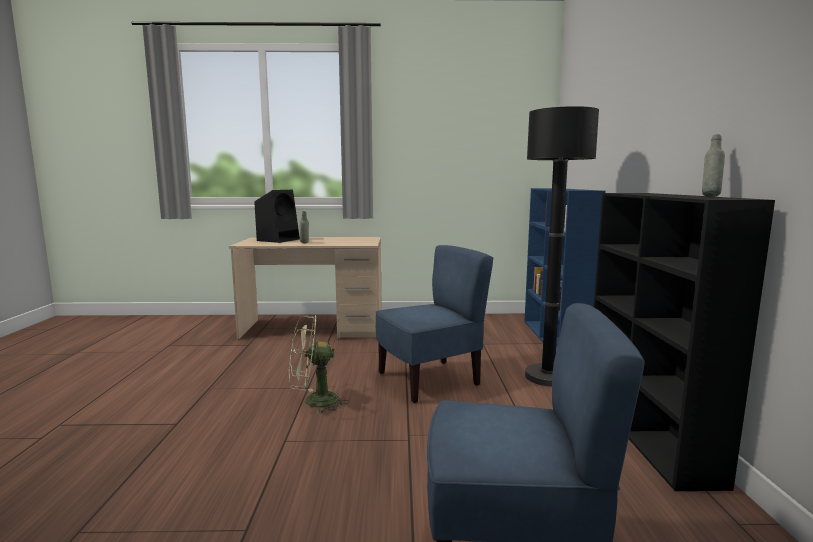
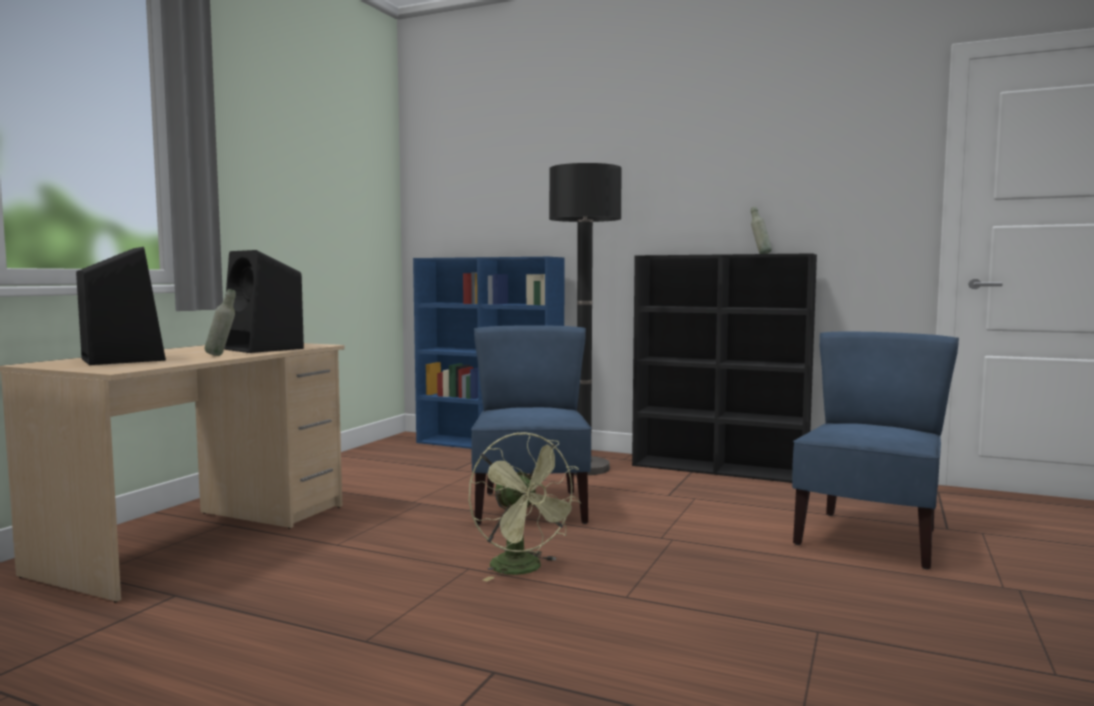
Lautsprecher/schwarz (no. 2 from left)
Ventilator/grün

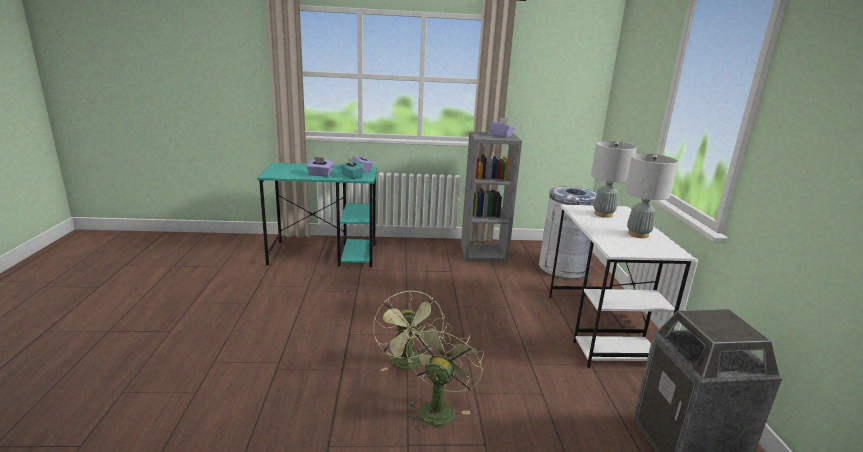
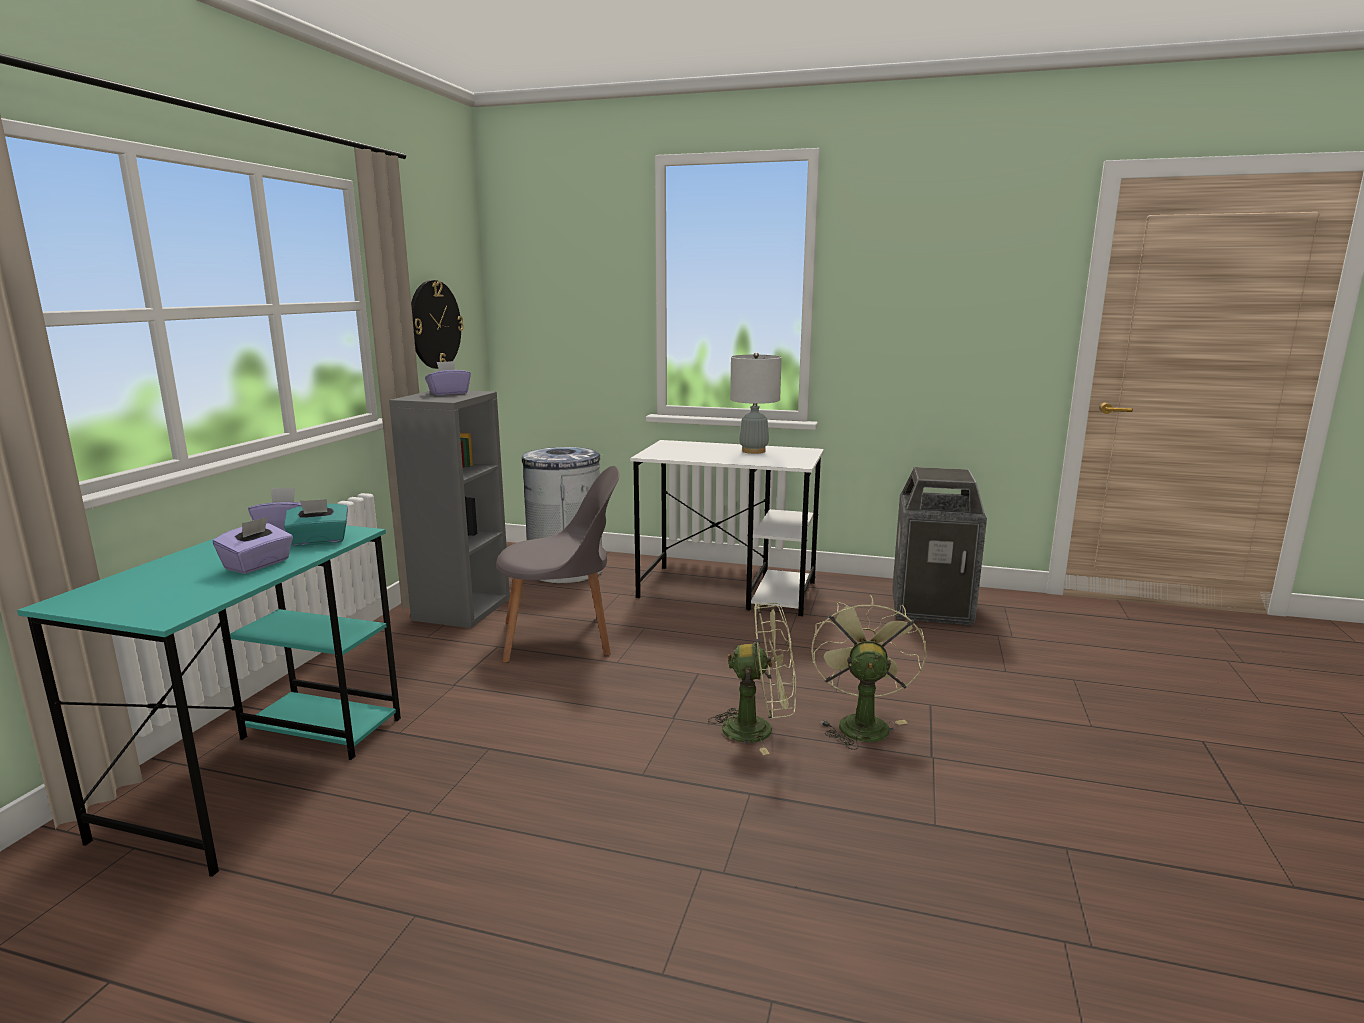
Wanduhr
Stuhl/grau
Ventilator/grün (no. 2 from left)
Tischlampe/grau (no. 1 from left in the first image)

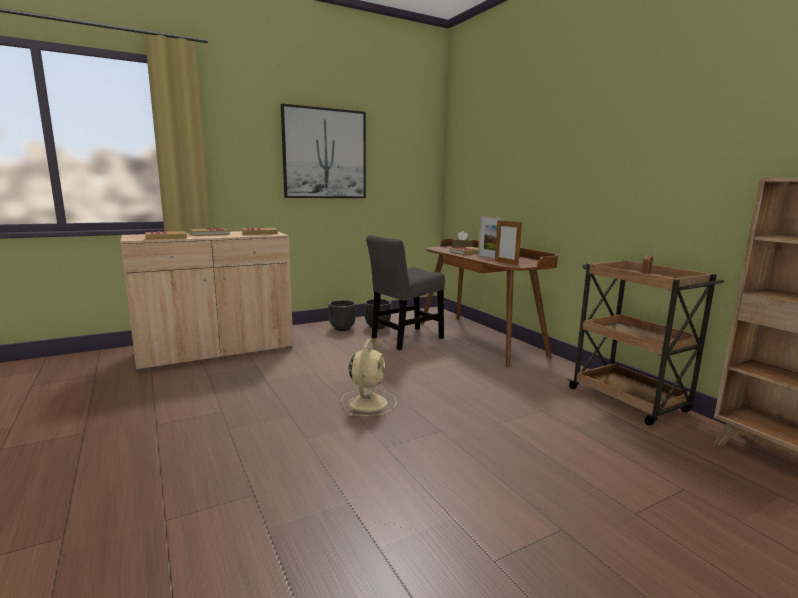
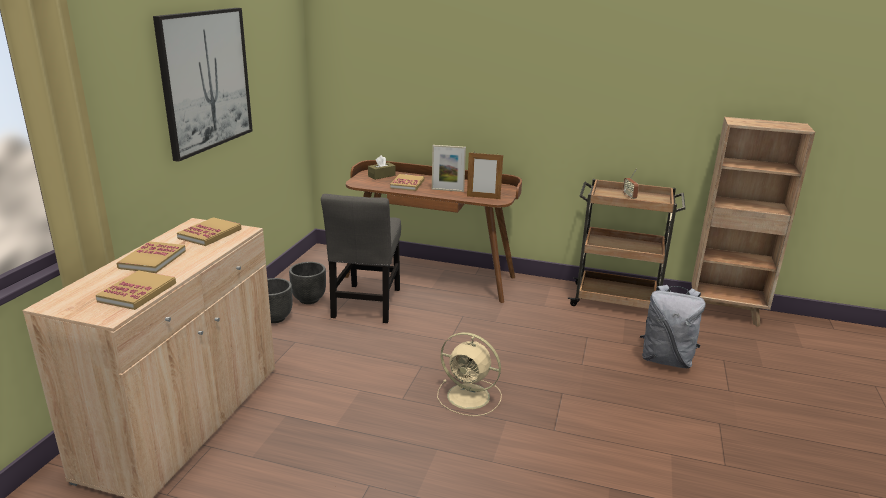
Ventilator/beige
Rucksack/grau

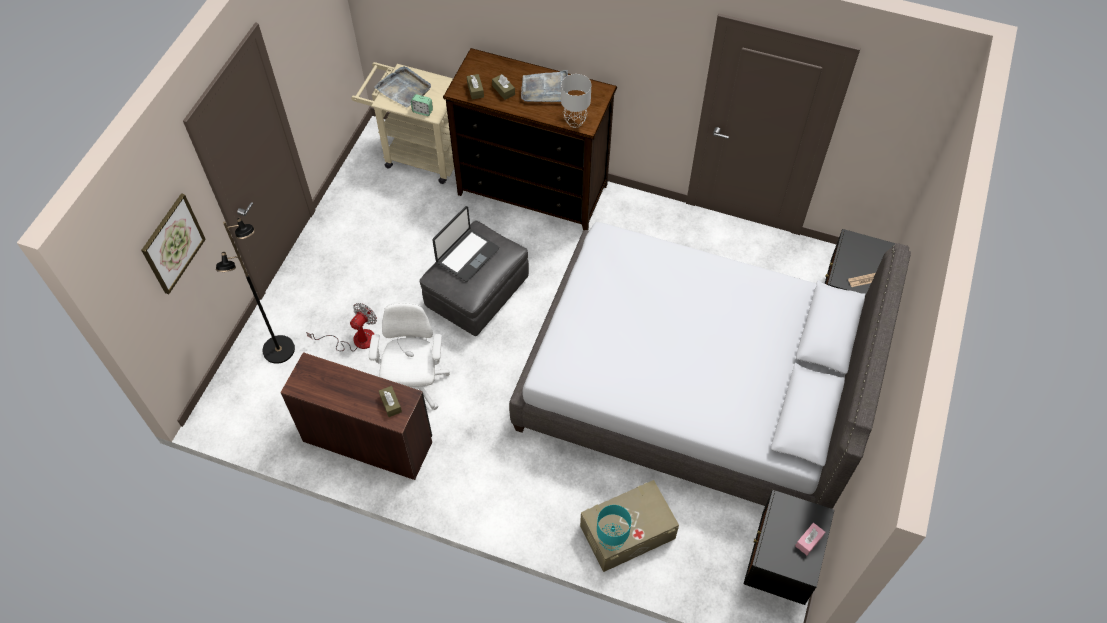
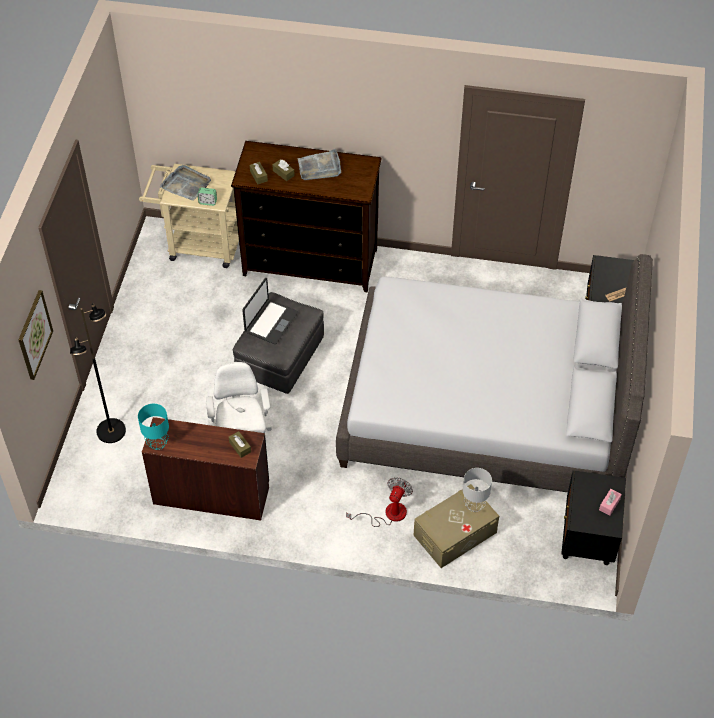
Tischlampe/türkis
Ventilator
Tischlampe/grau

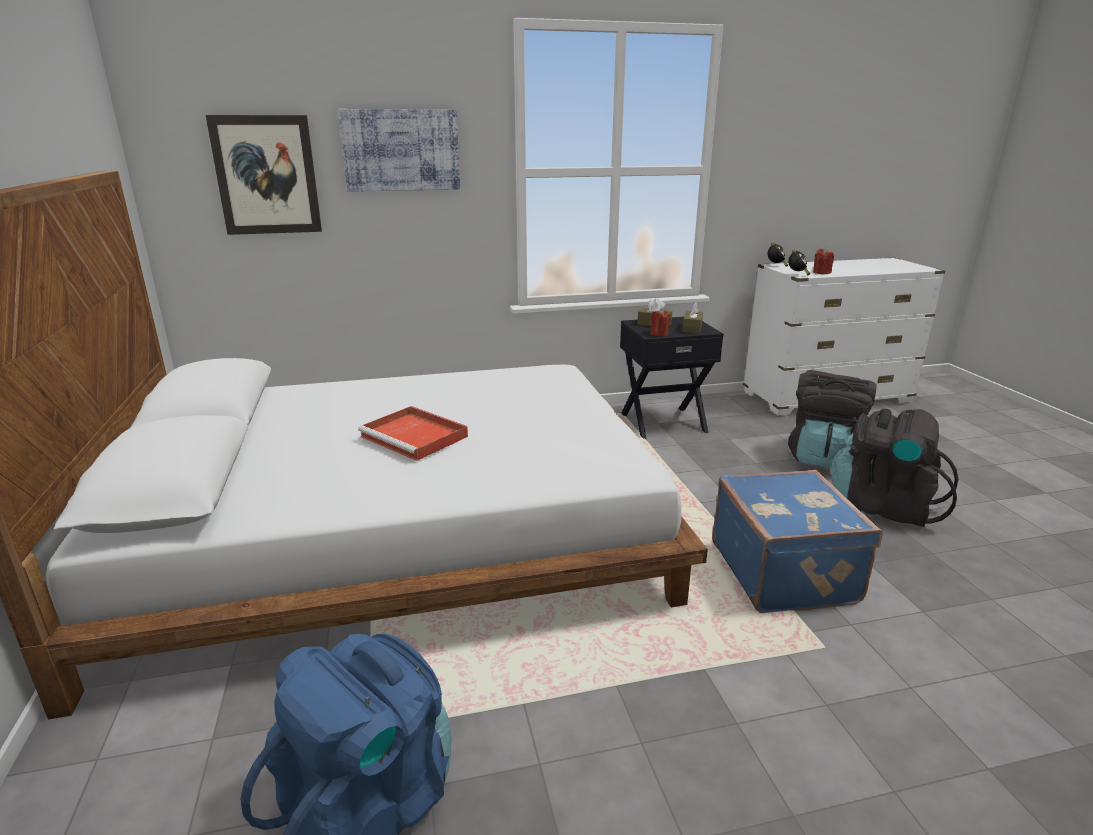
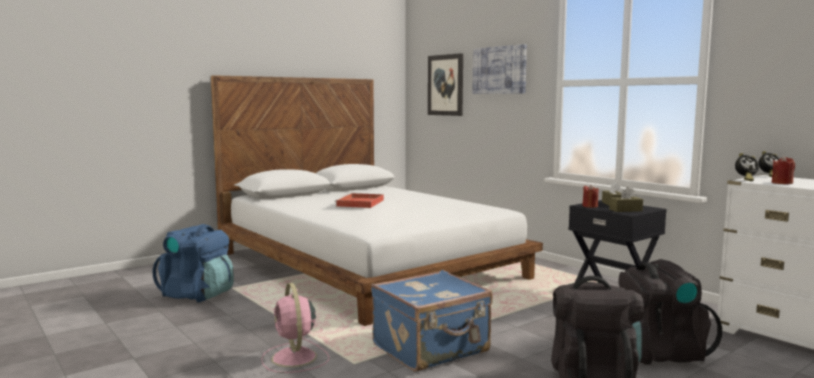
Ventilator/rosa

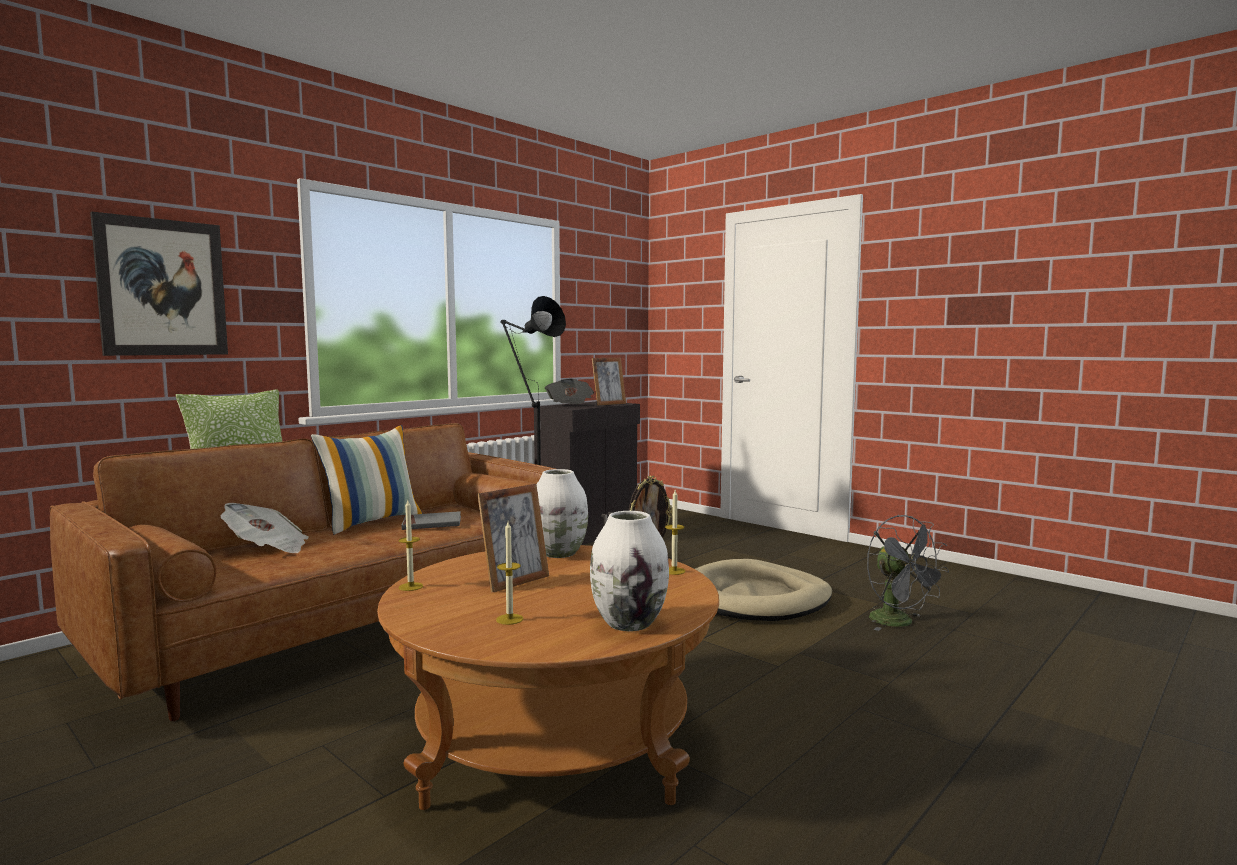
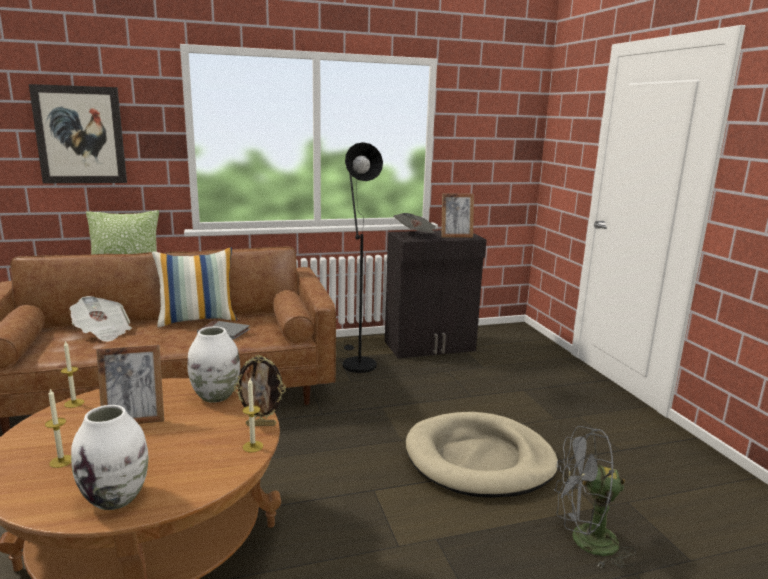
Ventilator/grau

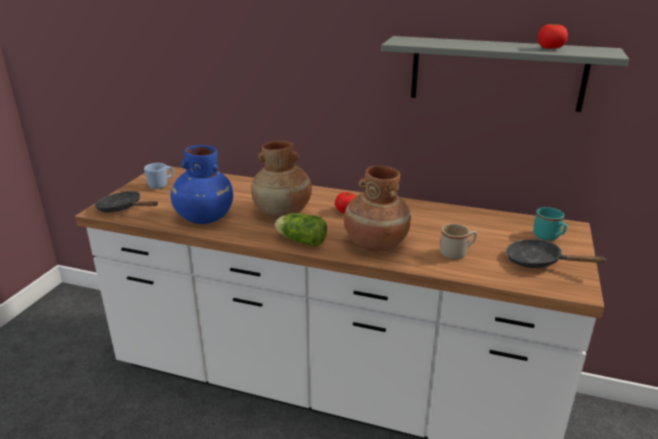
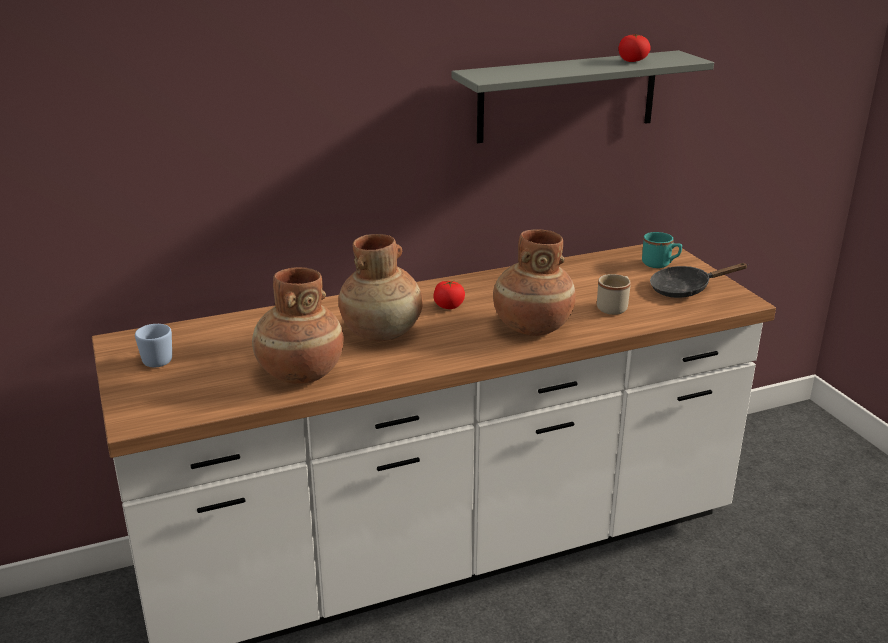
Vase/braun (no. 1 from left)
Pfanne/schwarz (no. 1 from left in the first image)
Salatkopf

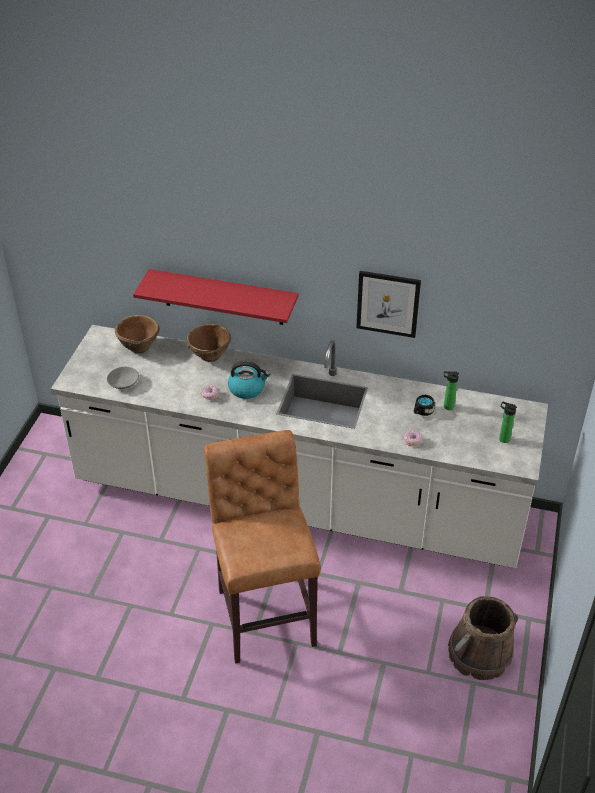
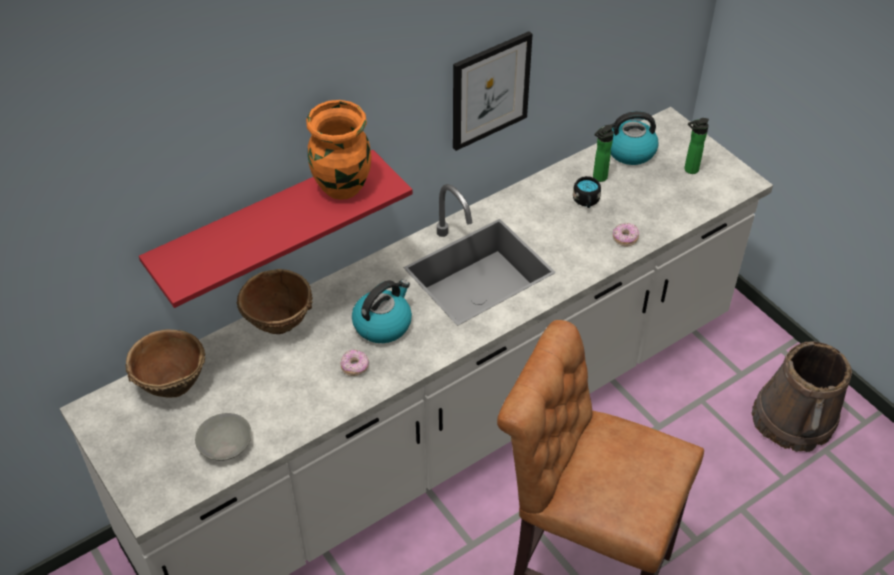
Vase/orange
Wasserkessel (no. 2 from left)

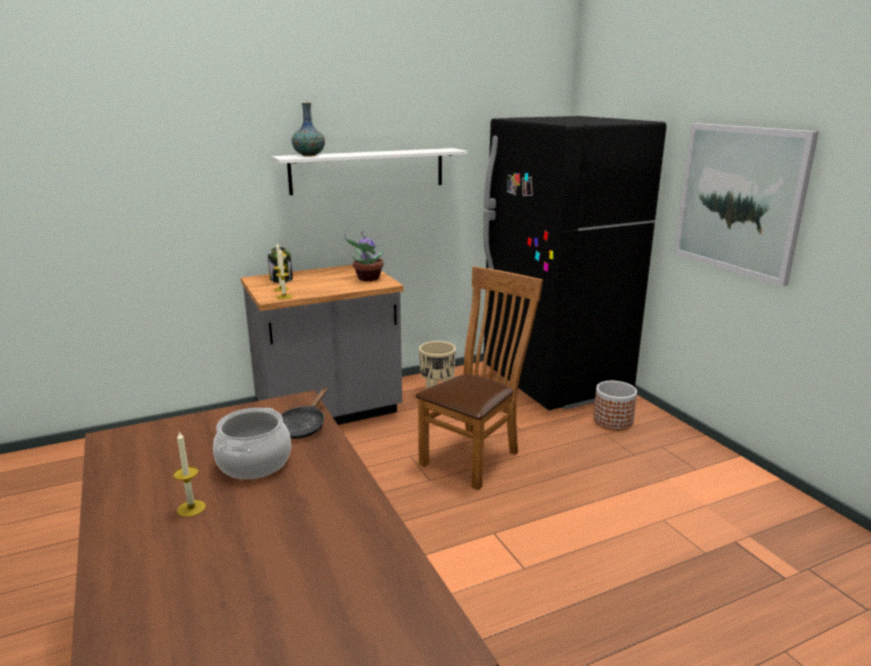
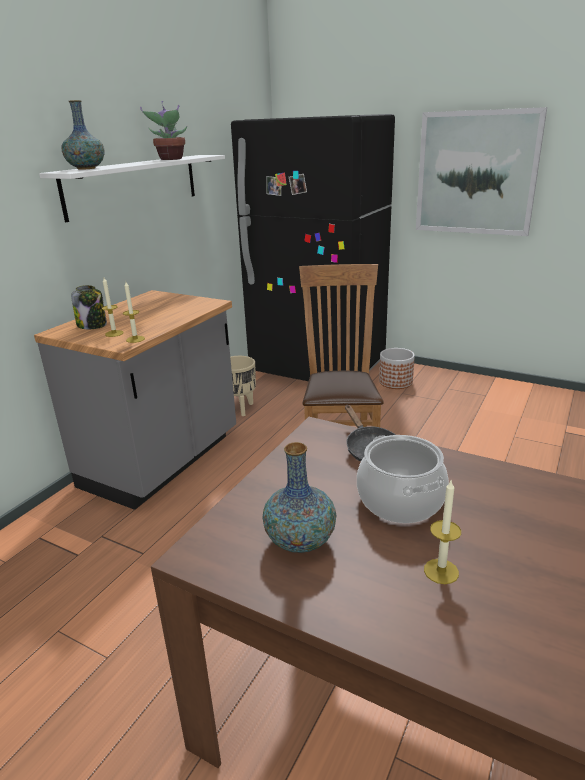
Topfpflanze
Vase (no. 2 from left)

